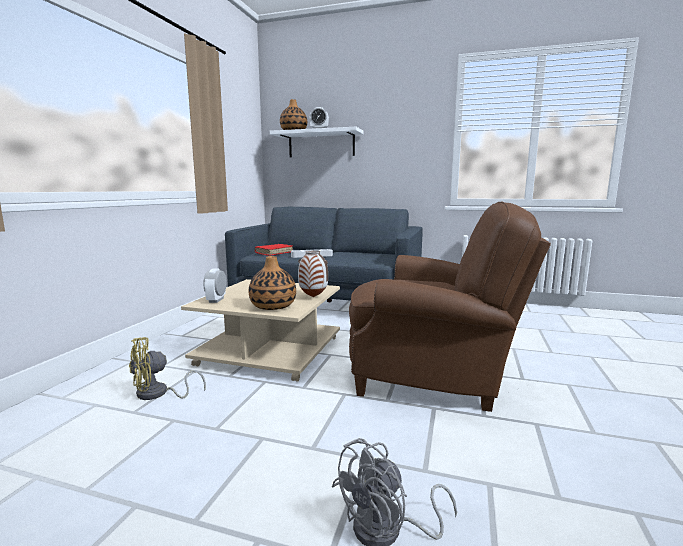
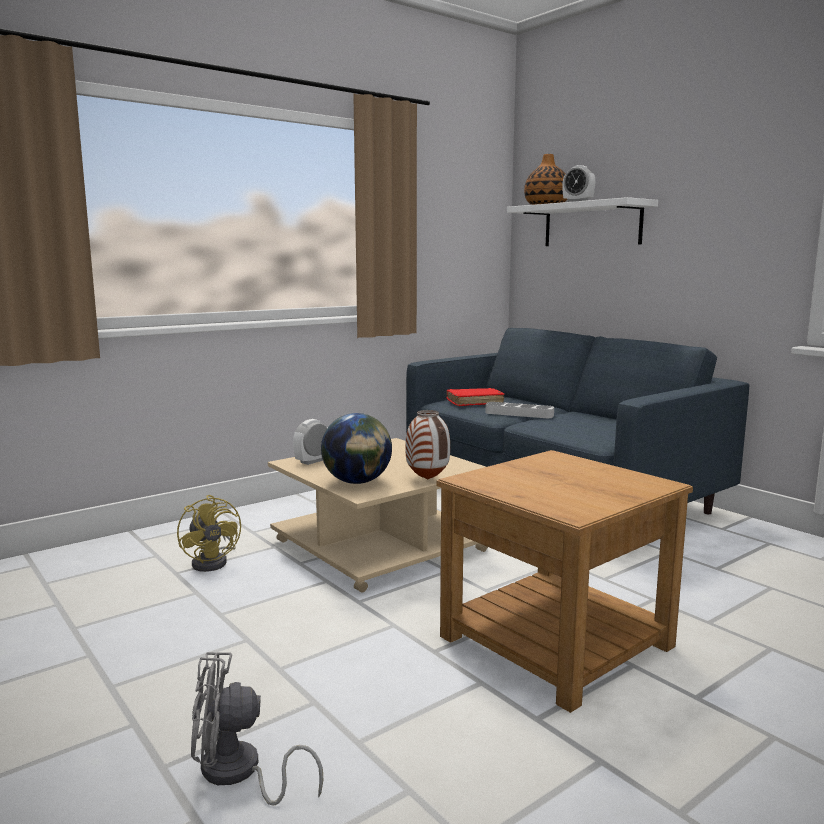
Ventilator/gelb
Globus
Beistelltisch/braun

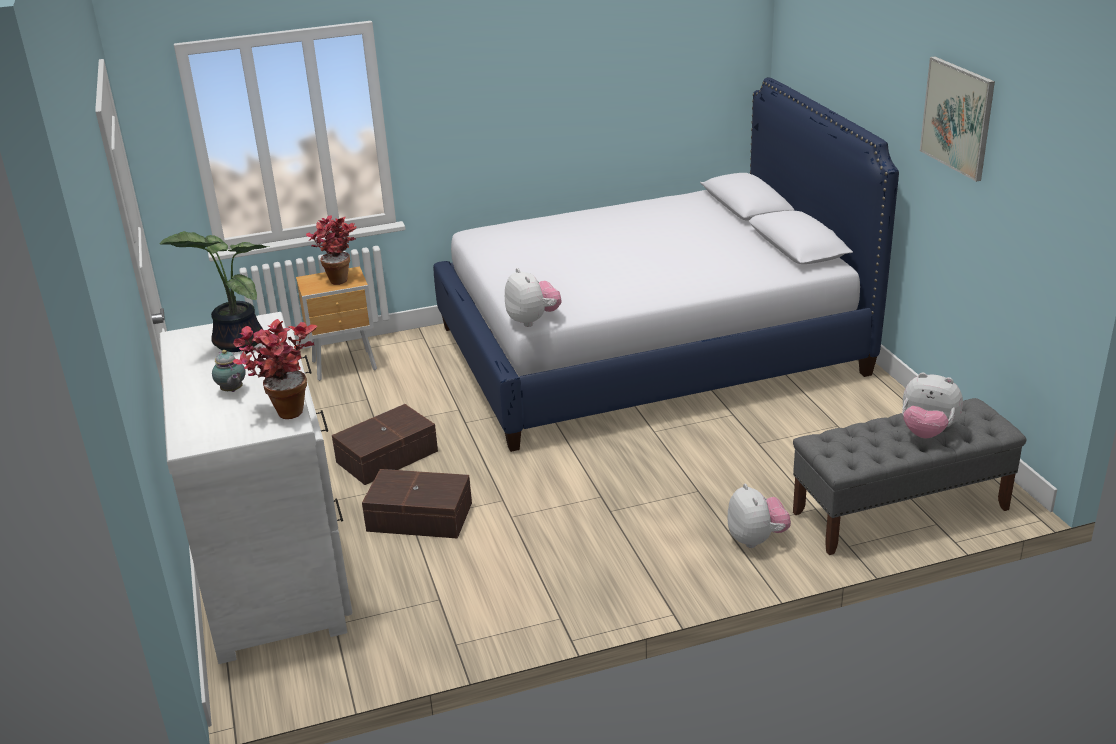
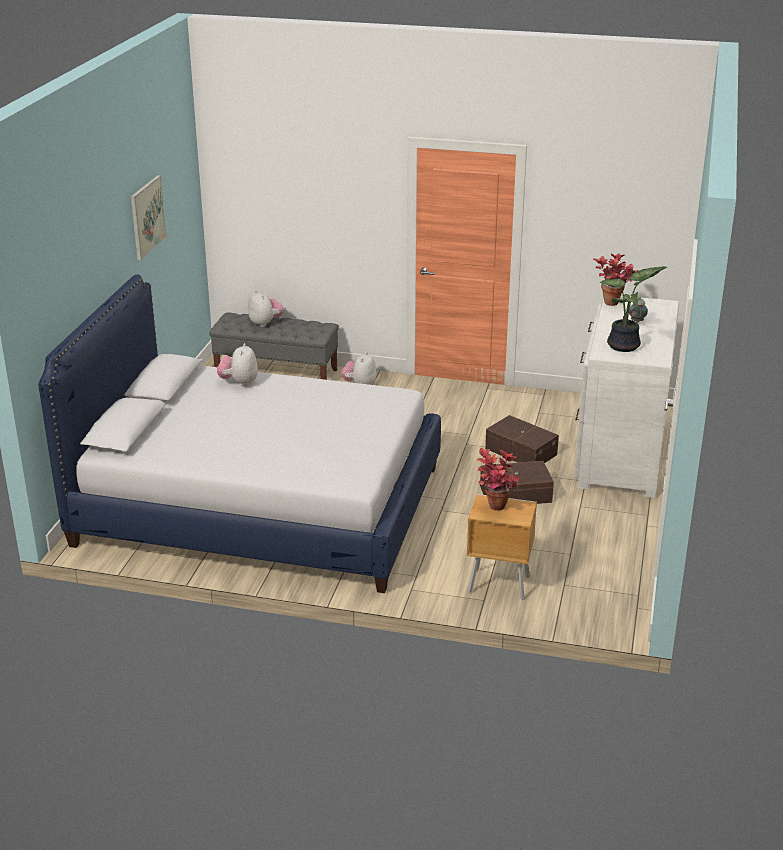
Plüschtier (no. 1 from left)

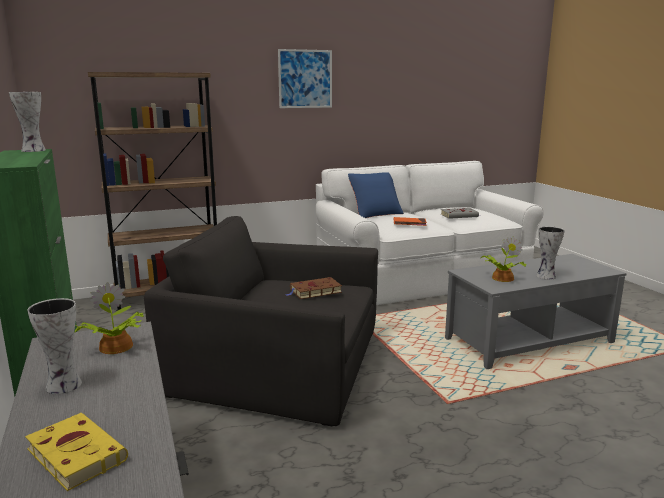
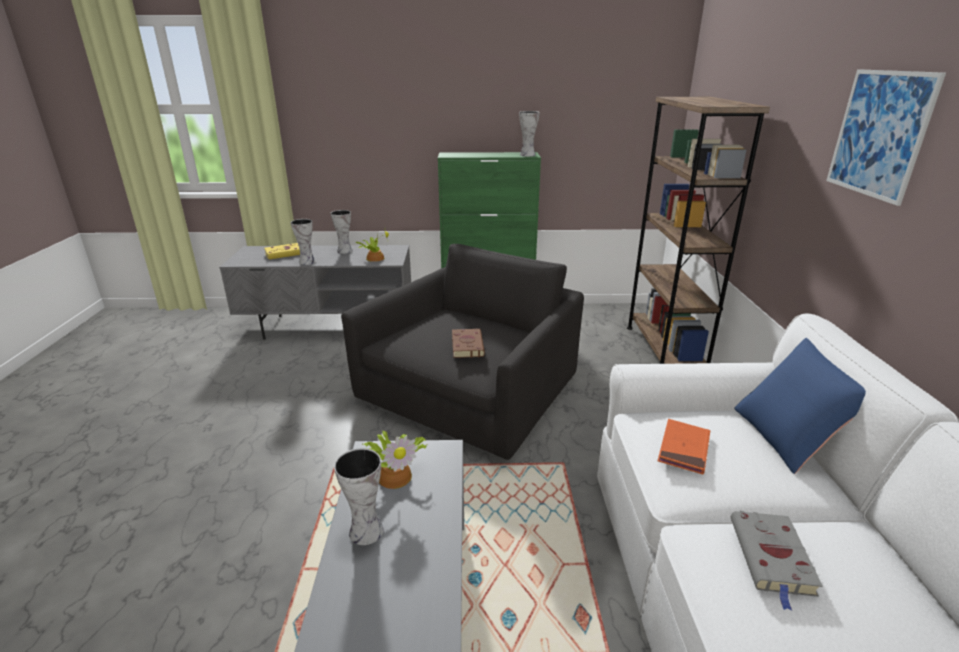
Vase (no. 1 from left)

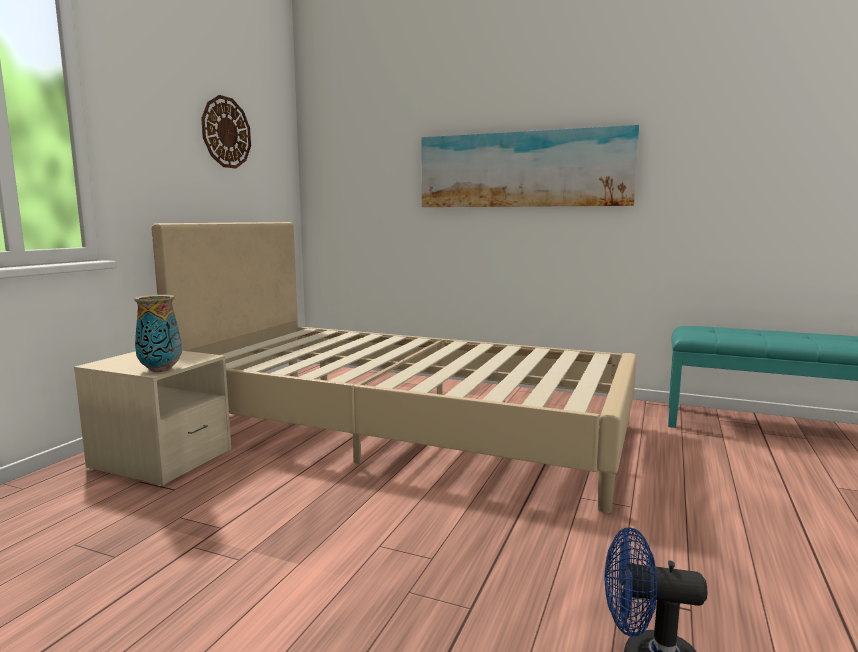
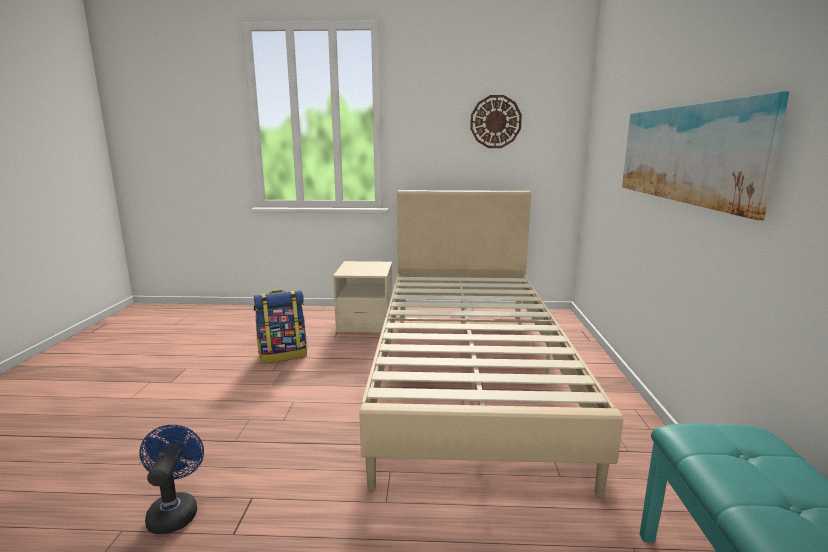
Rucksack
Vase

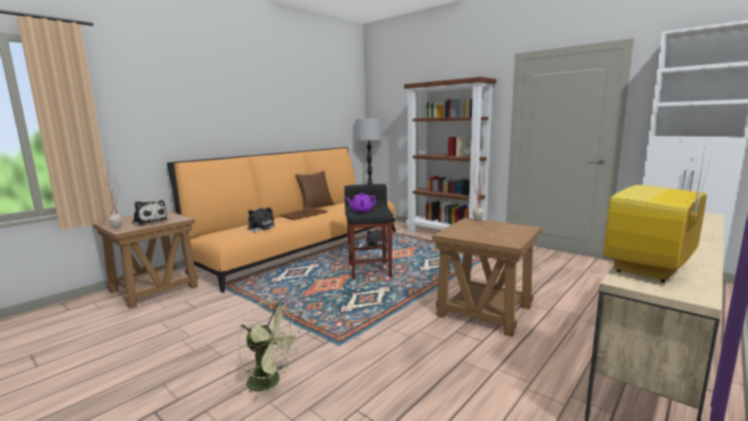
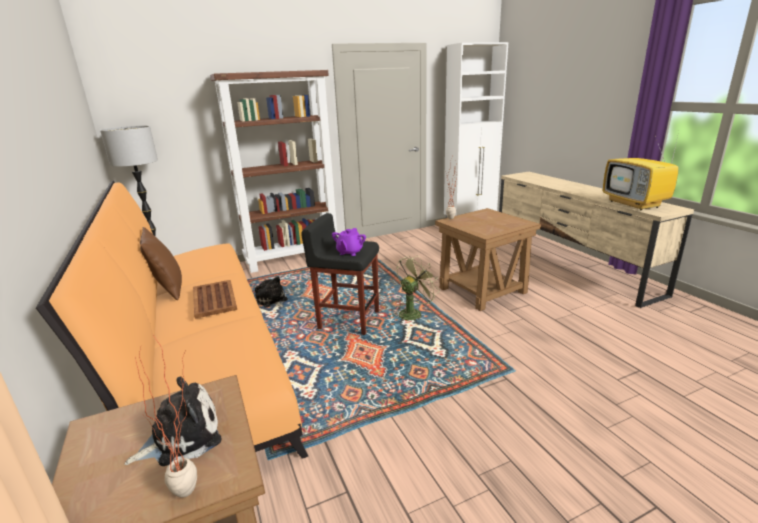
Ventilator/grün
Plüschtier (no. 2 from left in the first image)

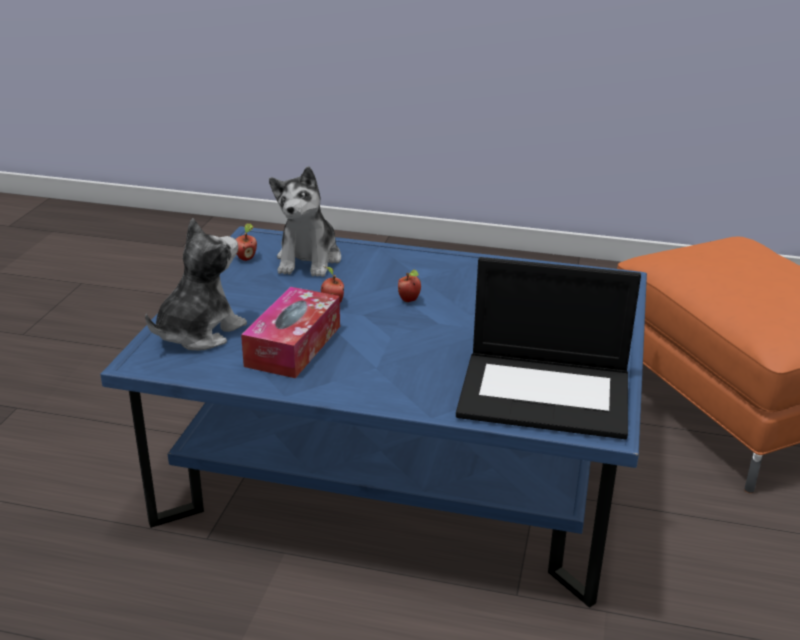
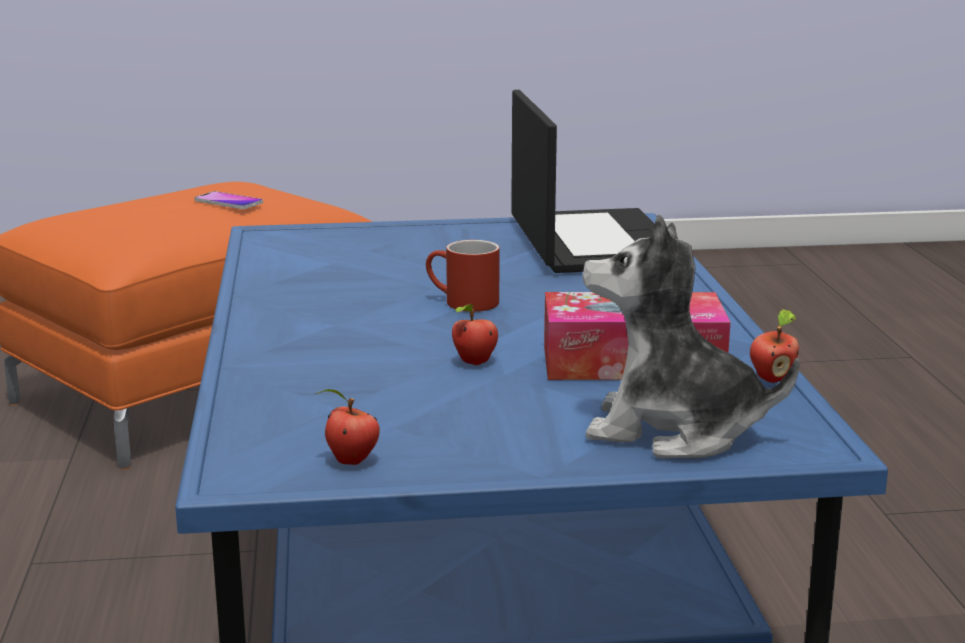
Handy
Henkelbecher/rot
Apfel (no. 3 from left)
Plüschtier (no. 2 from left in the first image)

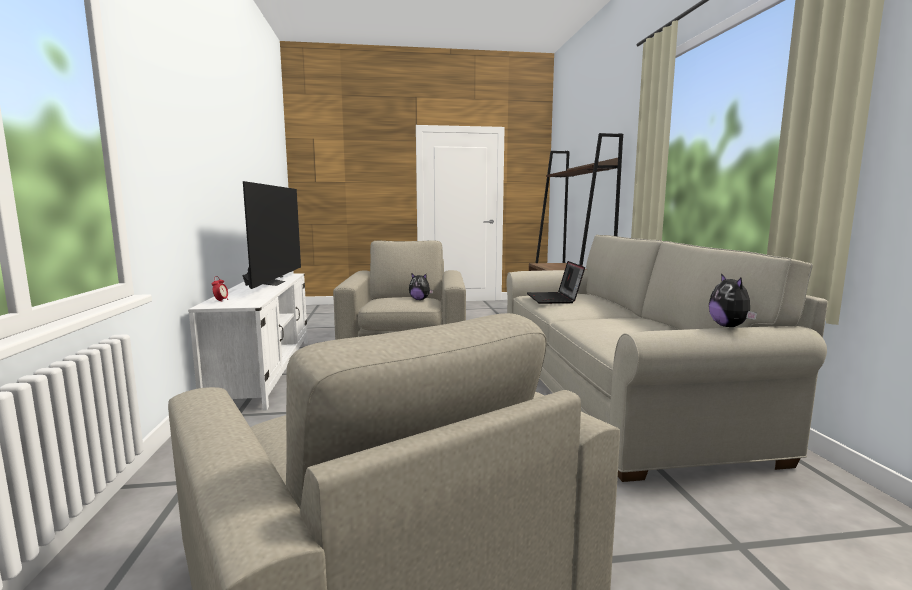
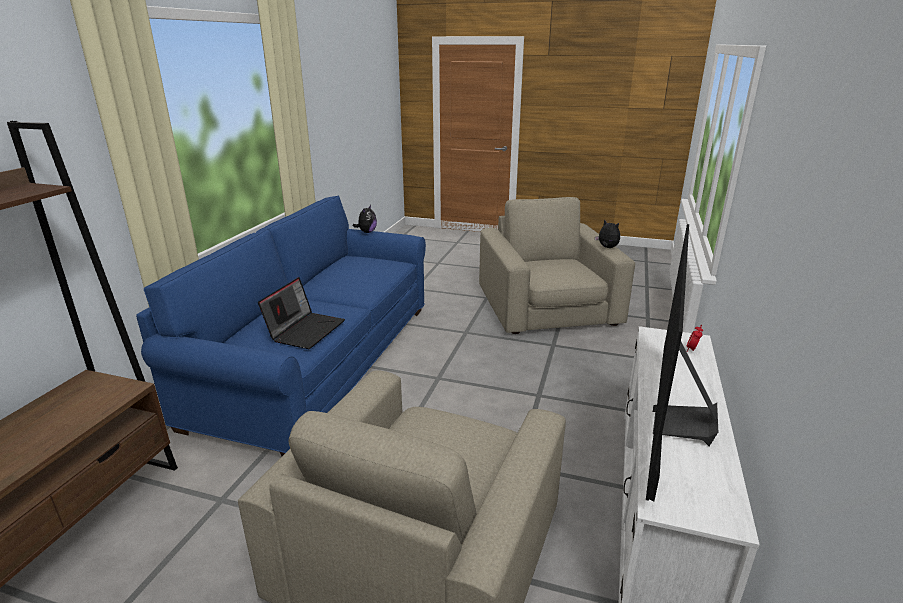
Sofa/blau
Plüschtier (no. 2 from left)

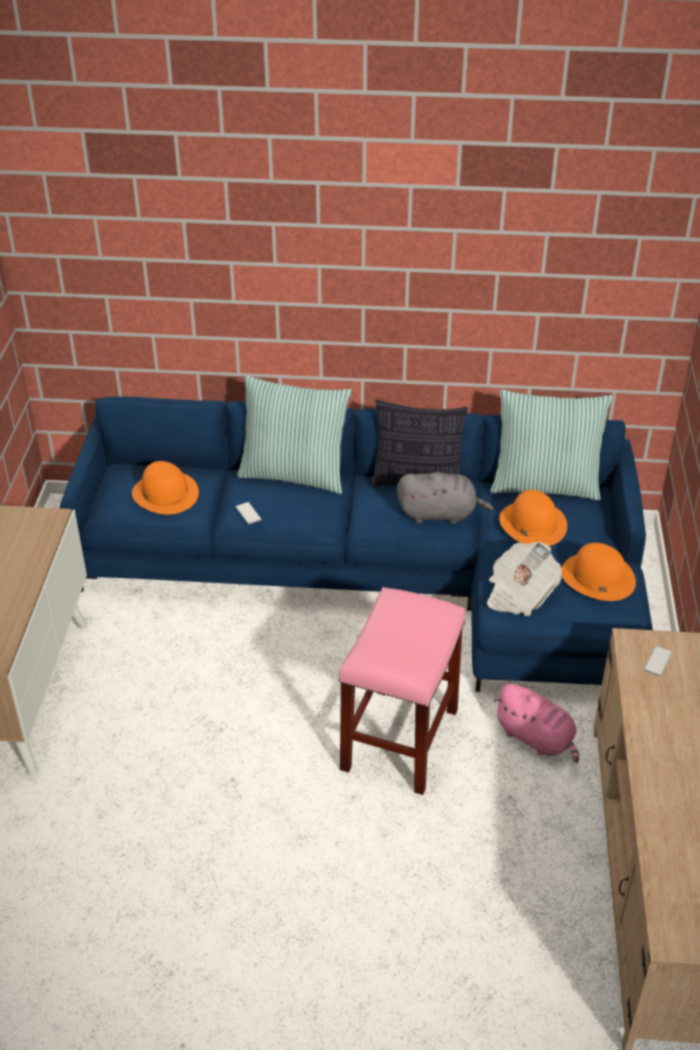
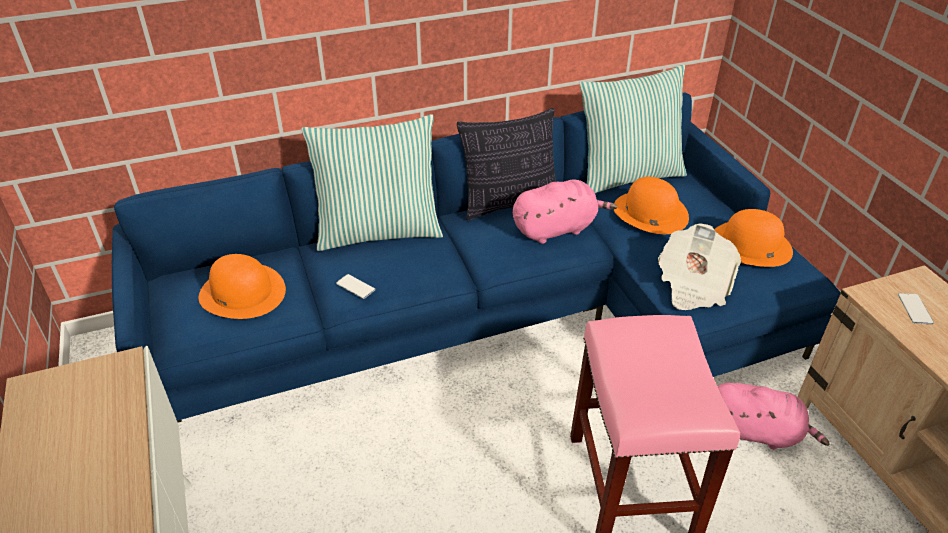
Plüschtier/rosa (no. 1 from left)

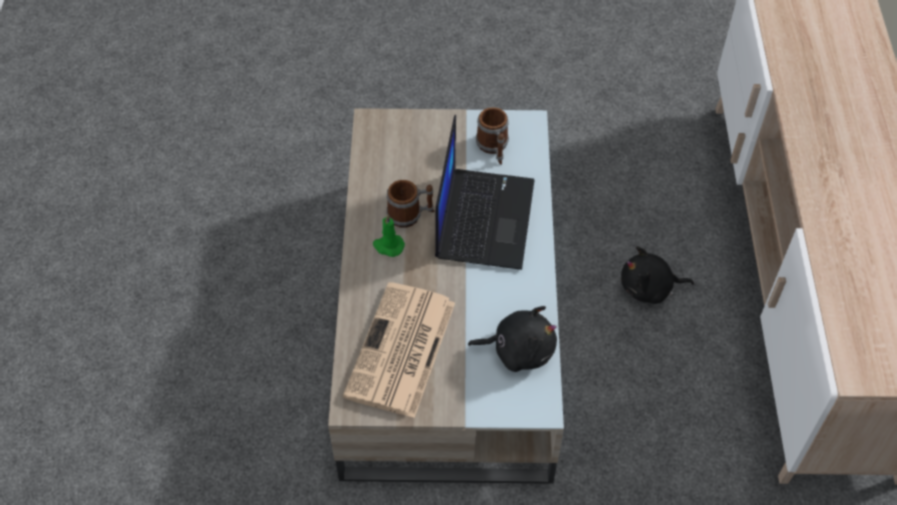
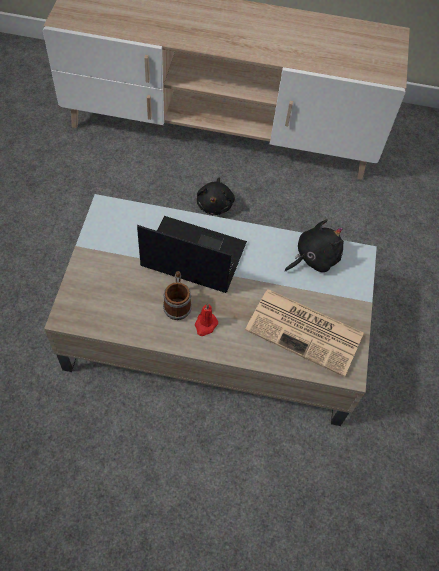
Kerze/rot
Plüschtier/schwarz (no. 2 from left)
Henkelbecher (no. 2 from left in the first image)

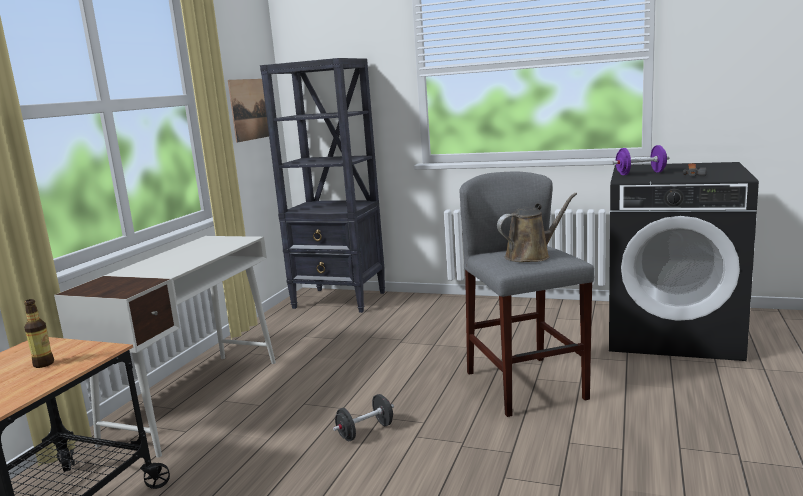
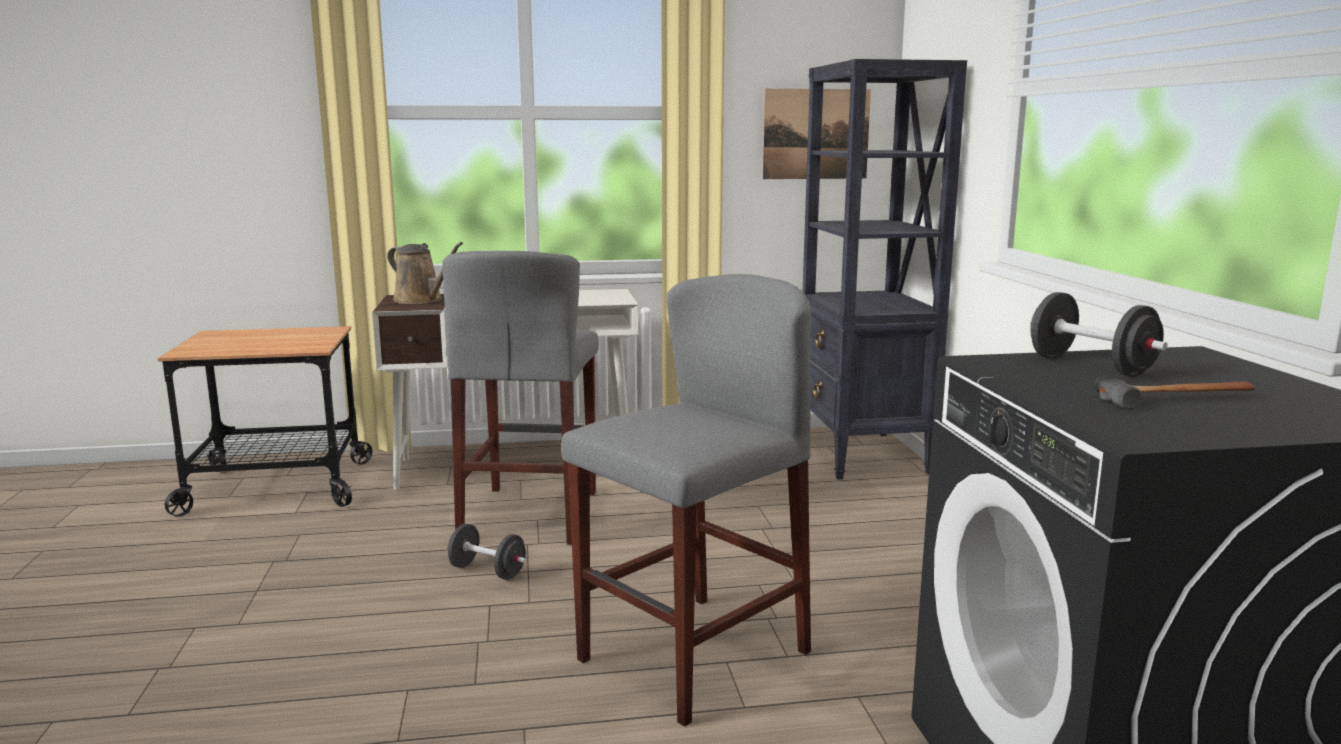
Gießkanne/braun
Hocker/grau (no. 1 from left)
Hantel/schwarz (no. 2 from left)
Flasche

